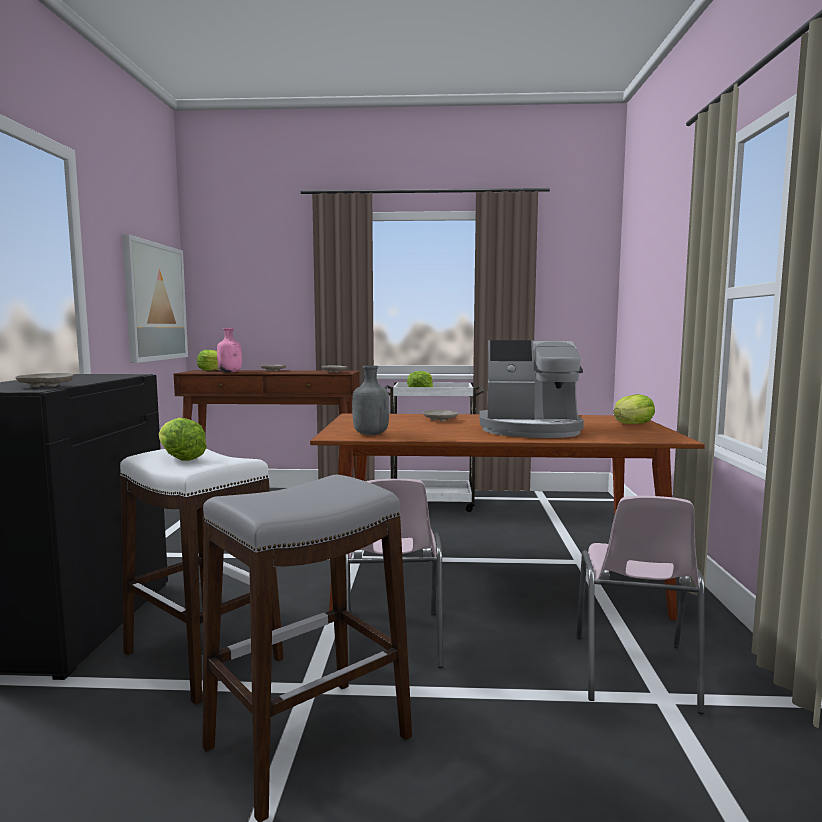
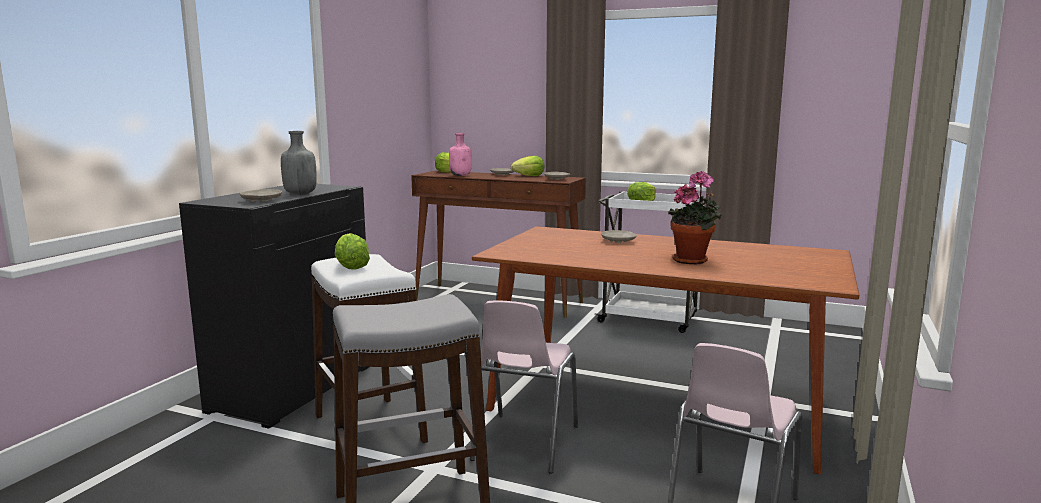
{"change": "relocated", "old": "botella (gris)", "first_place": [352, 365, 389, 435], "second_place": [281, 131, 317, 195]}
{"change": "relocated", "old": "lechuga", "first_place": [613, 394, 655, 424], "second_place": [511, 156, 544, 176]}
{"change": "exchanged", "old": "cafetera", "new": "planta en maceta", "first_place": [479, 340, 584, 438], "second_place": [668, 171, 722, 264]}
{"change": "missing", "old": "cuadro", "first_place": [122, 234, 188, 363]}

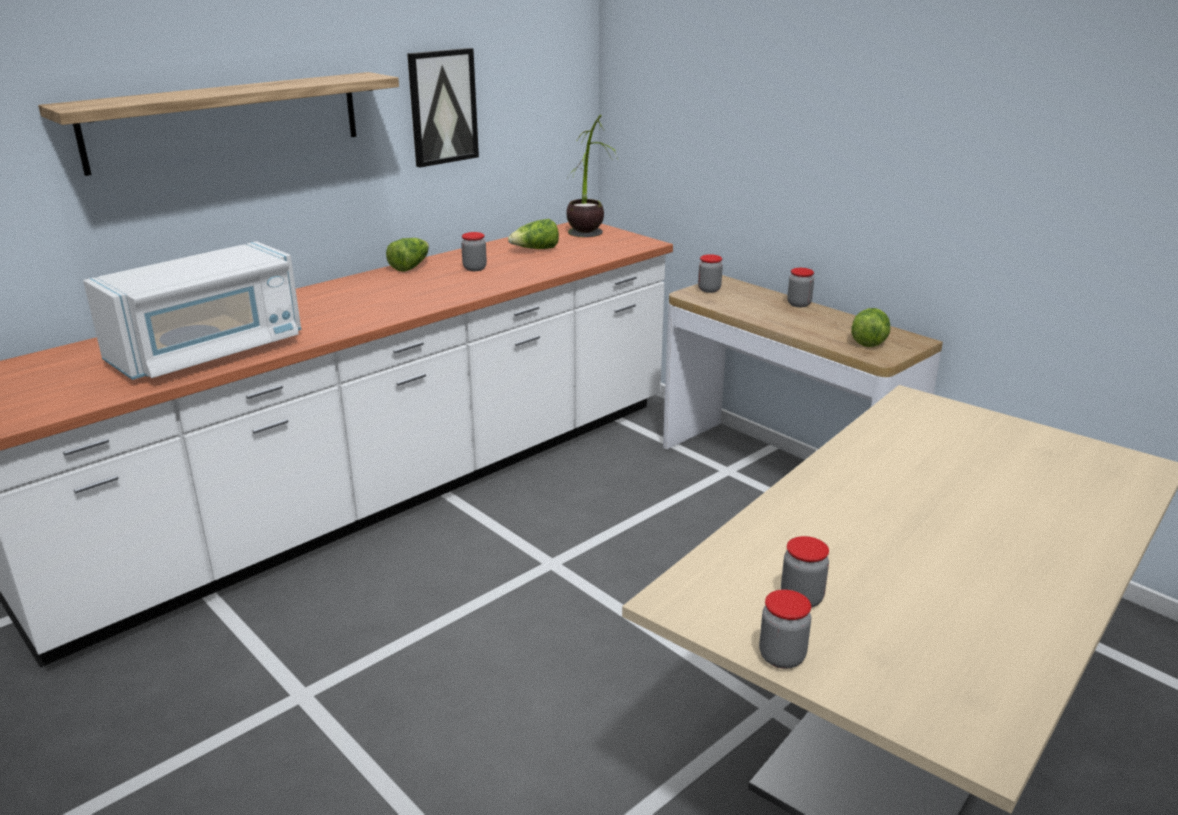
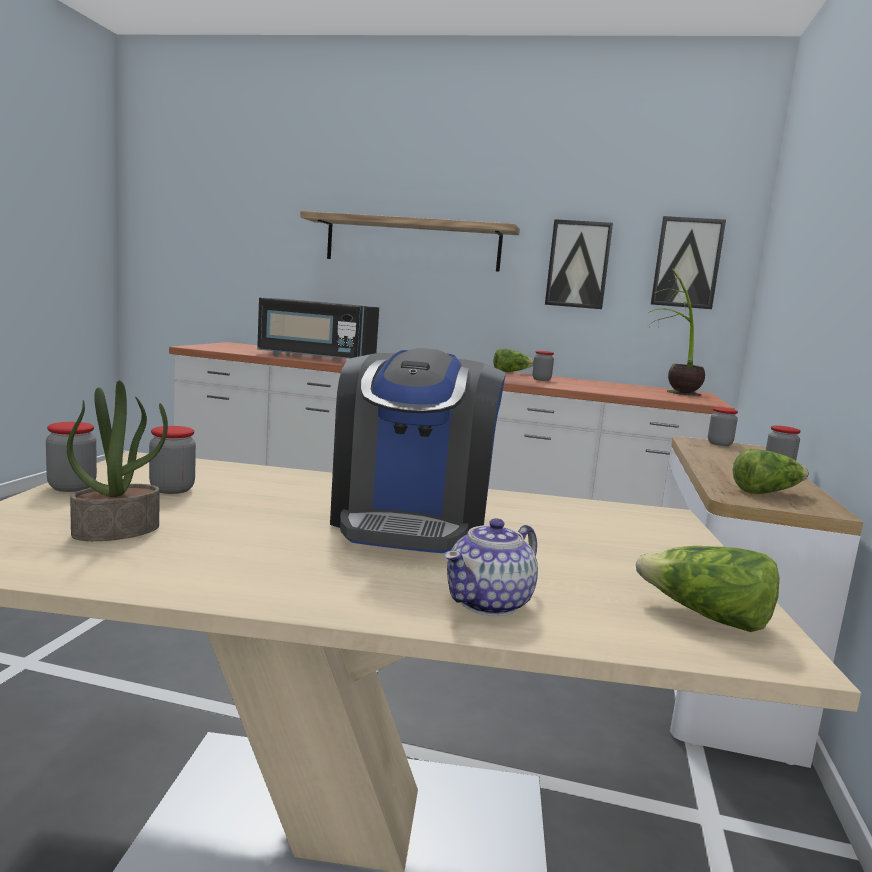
{"change": "appeared", "new": "planta en maceta", "second_place": [67, 380, 168, 541]}
{"change": "colour", "old": "microondas (blanco)", "new": "microondas (negro)", "first_place": [83, 241, 302, 380], "second_place": [257, 298, 379, 359]}
{"change": "appeared", "new": "cafetera", "second_place": [330, 348, 506, 553]}
{"change": "appeared", "new": "tetera", "second_place": [444, 518, 538, 616]}
{"change": "relocated", "old": "lechuga", "first_place": [508, 219, 559, 249], "second_place": [636, 546, 780, 632]}
{"change": "appeared", "new": "cuadro", "second_place": [651, 216, 726, 309]}

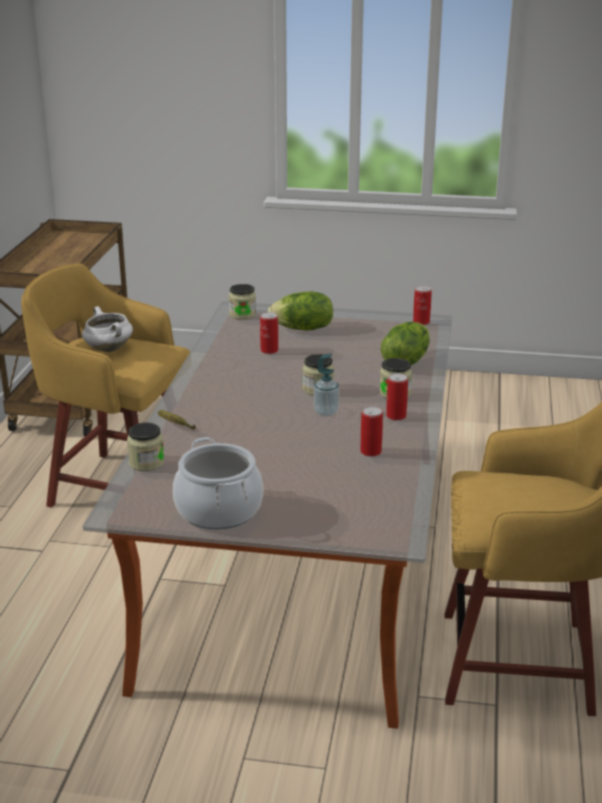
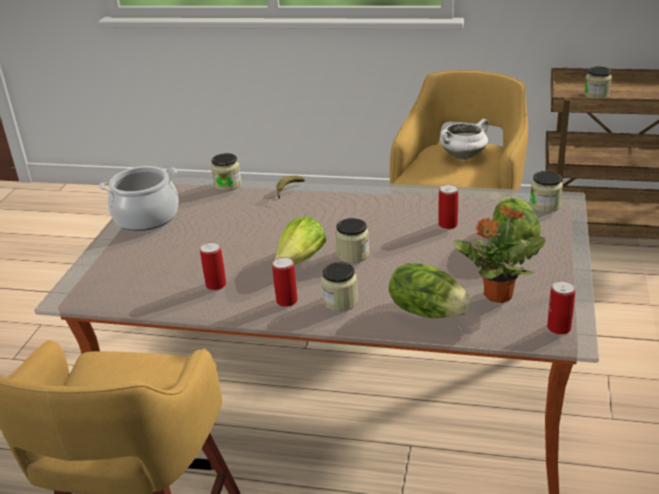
{"change": "exchanged", "old": "dispensador de jabón", "new": "lechuga", "first_place": [314, 354, 339, 417], "second_place": [275, 216, 326, 265]}
{"change": "appeared", "new": "planta en maceta", "second_place": [453, 205, 546, 303]}
{"change": "appeared", "new": "tarro", "second_place": [584, 66, 612, 98]}

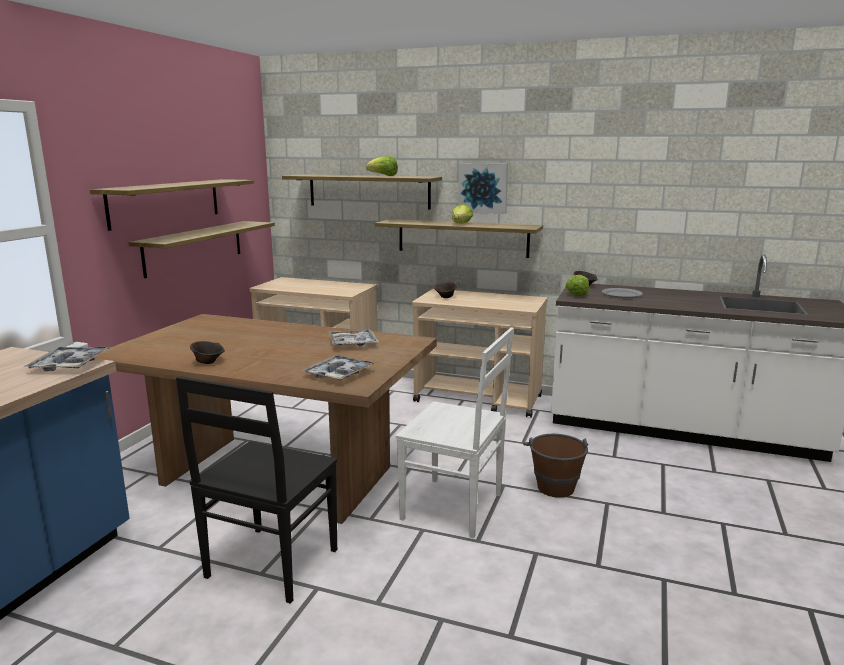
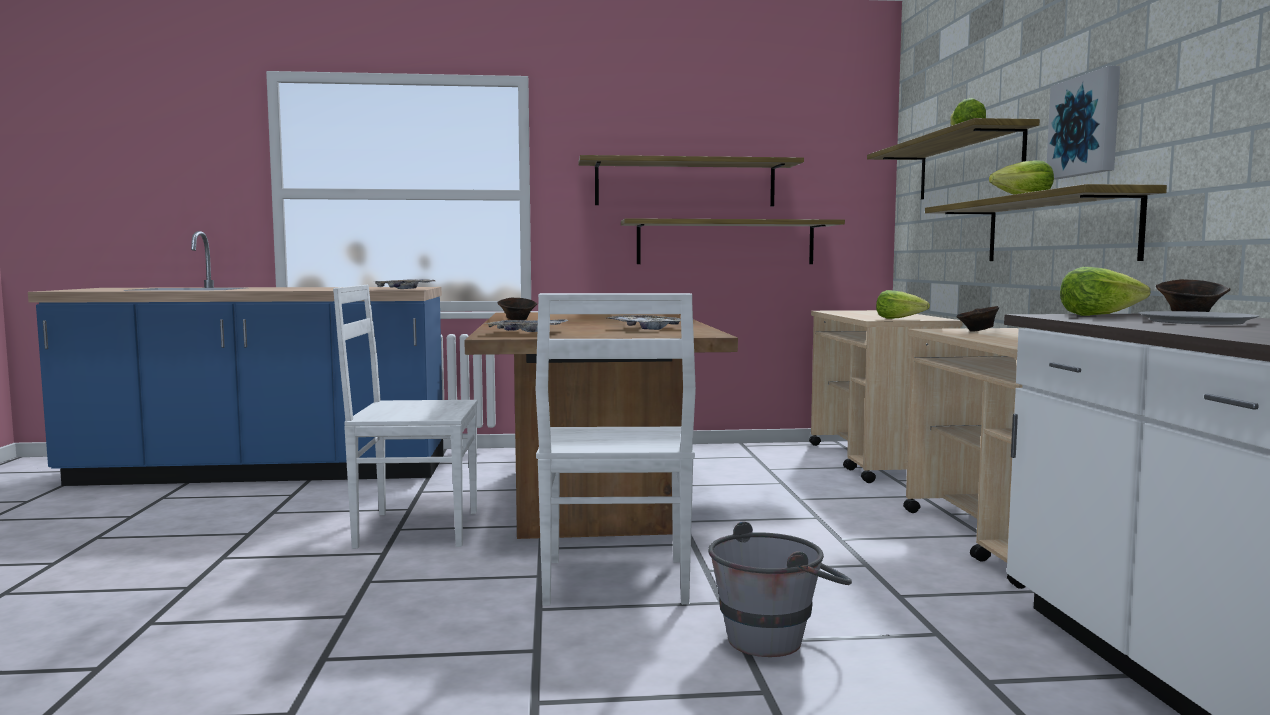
{"change": "colour", "old": "silla (negro)", "new": "silla (blanco)", "first_place": [176, 376, 337, 604], "second_place": [333, 285, 478, 549]}
{"change": "colour", "old": "cubo (marrón)", "new": "cubo (gris)", "first_place": [523, 434, 588, 498], "second_place": [708, 521, 852, 657]}
{"change": "appeared", "new": "lechuga", "second_place": [876, 290, 930, 319]}

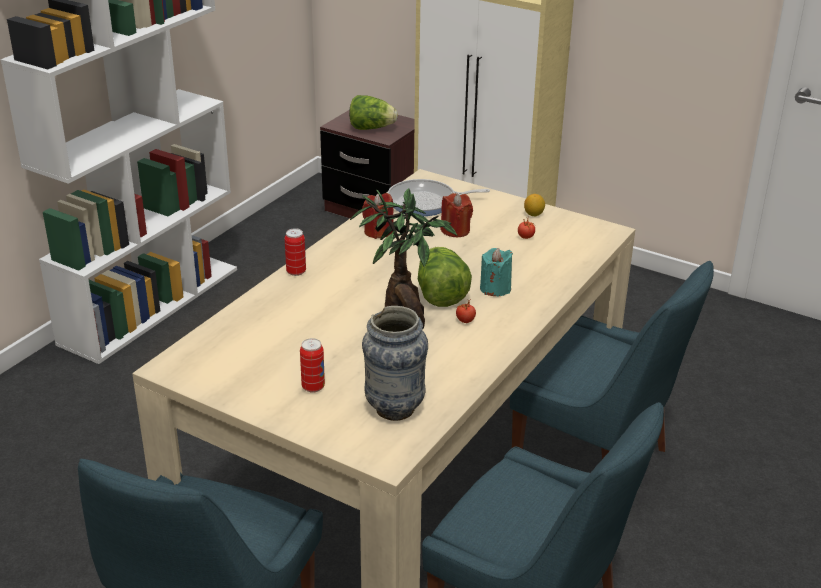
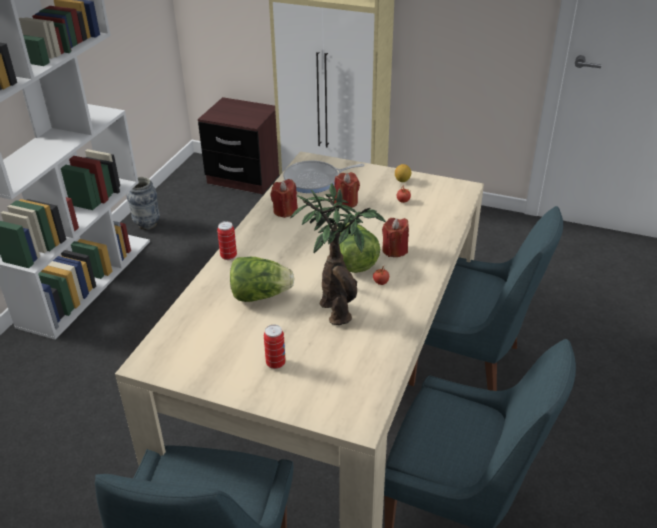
{"change": "relocated", "old": "florero", "first_place": [362, 306, 428, 421], "second_place": [126, 177, 160, 230]}
{"change": "relocated", "old": "lechuga", "first_place": [349, 95, 398, 130], "second_place": [230, 257, 294, 302]}
{"change": "colour", "old": "vela (turquesa)", "new": "vela (rojo)", "first_place": [480, 248, 513, 296], "second_place": [382, 218, 409, 257]}

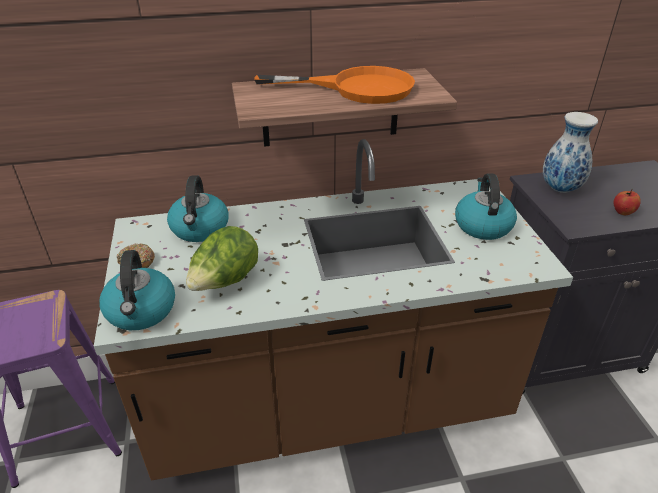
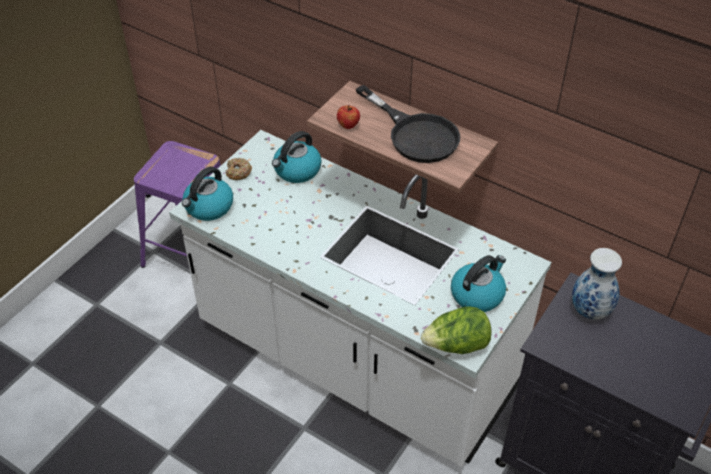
{"change": "colour", "old": "mueble bajo de cocina (marrón)", "new": "mueble bajo de cocina (blanco)", "first_place": [94, 139, 573, 481], "second_place": [169, 130, 551, 467]}
{"change": "relocated", "old": "manzana", "first_place": [613, 189, 641, 215], "second_place": [337, 105, 360, 129]}
{"change": "colour", "old": "sartén (naranja)", "new": "sartén (negro)", "first_place": [254, 66, 415, 104], "second_place": [356, 85, 460, 163]}
{"change": "relocated", "old": "lechuga", "first_place": [186, 226, 258, 291], "second_place": [421, 306, 492, 354]}

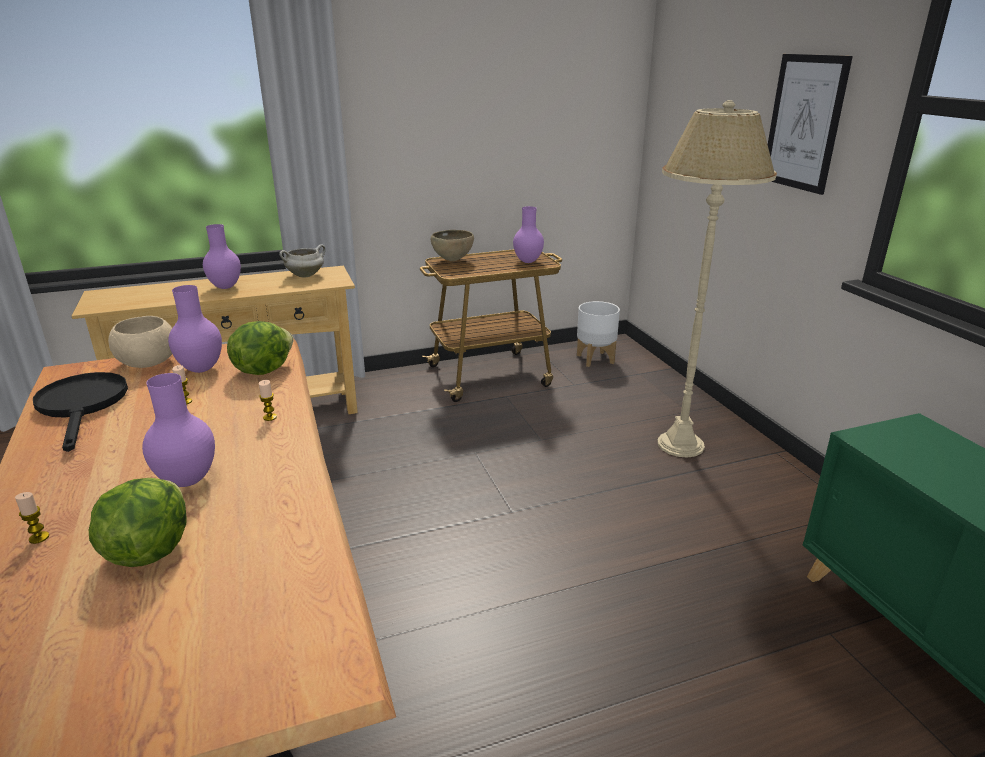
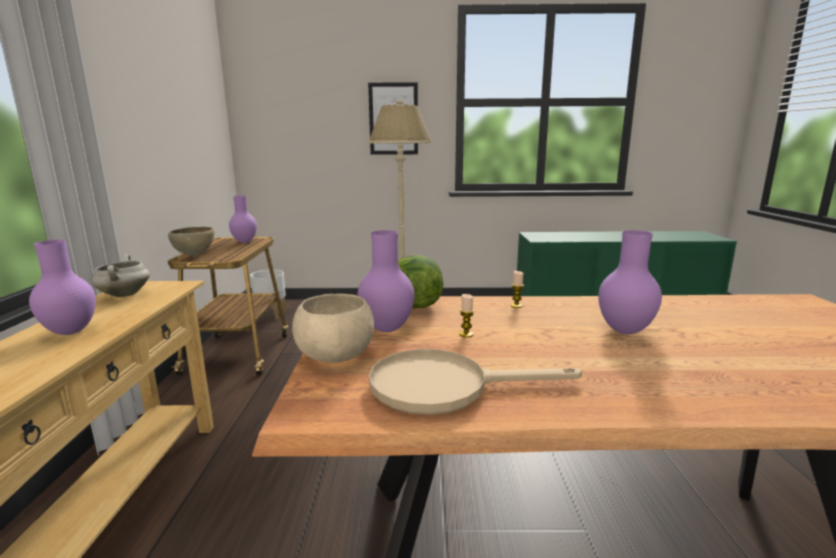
{"change": "colour", "old": "sartén (negro)", "new": "sartén (beis)", "first_place": [33, 372, 128, 452], "second_place": [369, 349, 582, 415]}
{"change": "missing", "old": "vela", "first_place": [15, 492, 49, 544]}
{"change": "missing", "old": "lechuga", "first_place": [89, 478, 187, 567]}

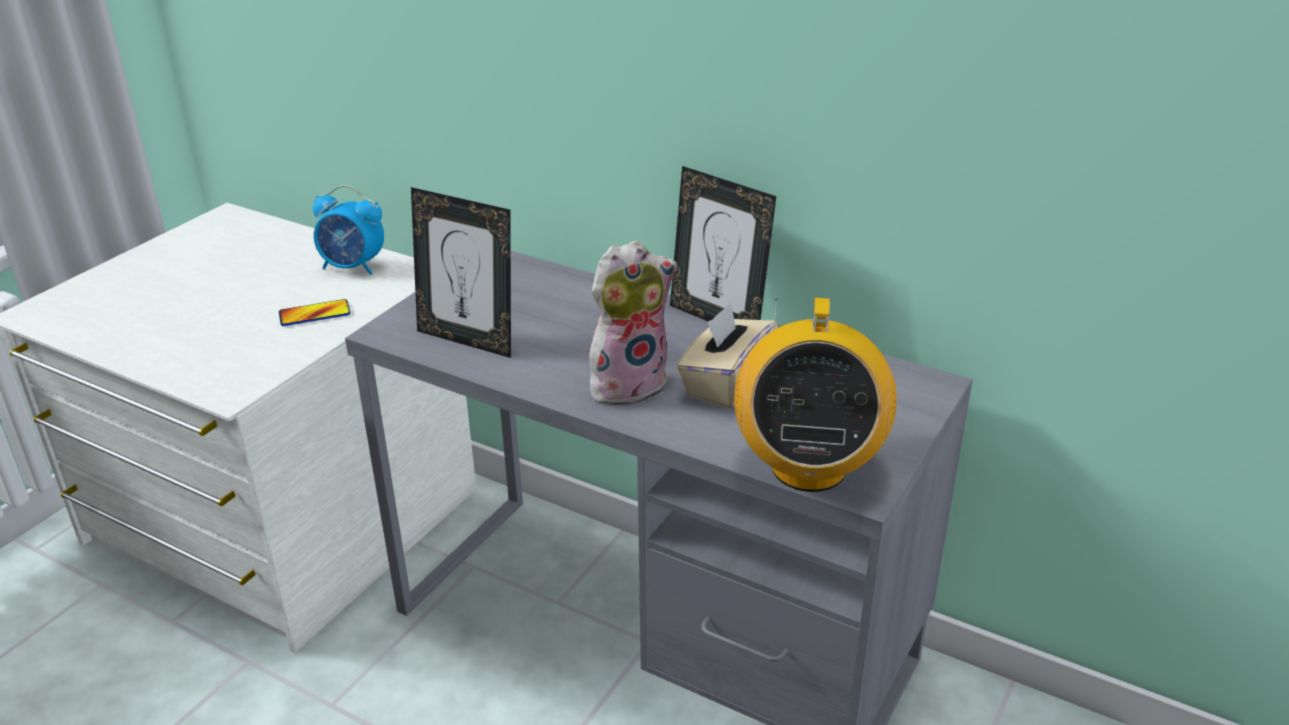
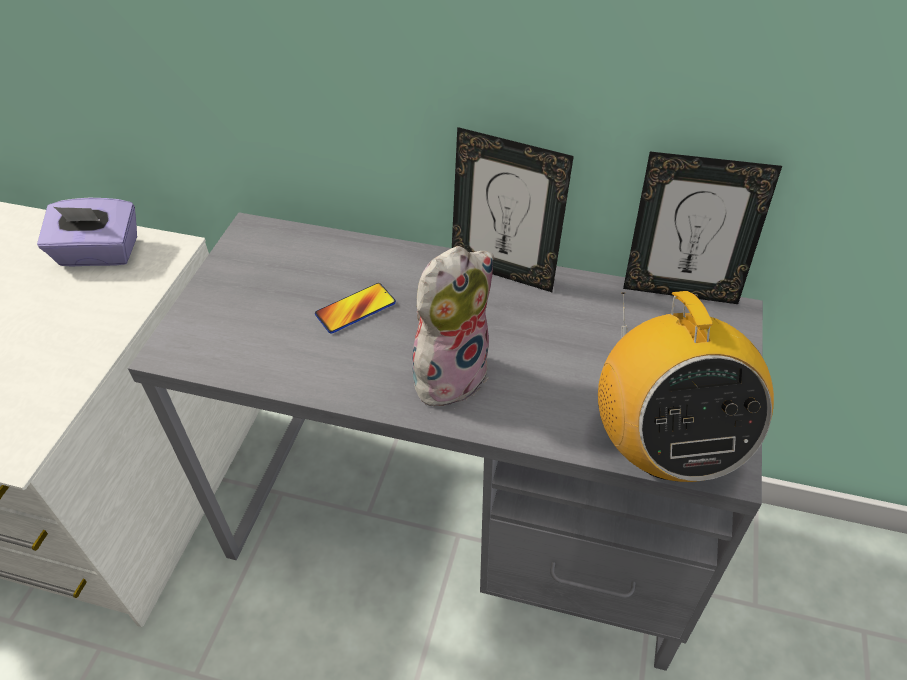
{"change": "exchanged", "old": "despertador", "new": "caja de pañuelos (morado)", "first_place": [313, 185, 384, 275], "second_place": [37, 198, 137, 266]}
{"change": "relocated", "old": "móvil", "first_place": [279, 299, 350, 326], "second_place": [315, 283, 396, 334]}
{"change": "relocated", "old": "portarretratos", "first_place": [411, 187, 511, 358], "second_place": [623, 152, 782, 304]}
{"change": "missing", "old": "caja de pañuelos (beis)", "first_place": [677, 303, 778, 409]}

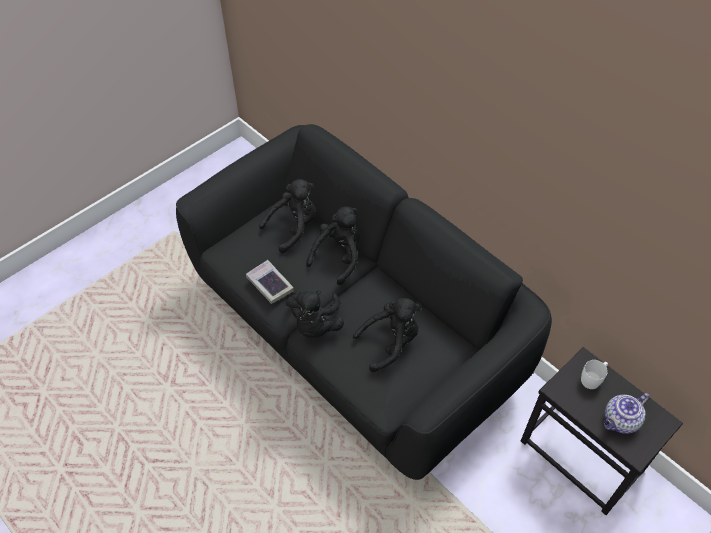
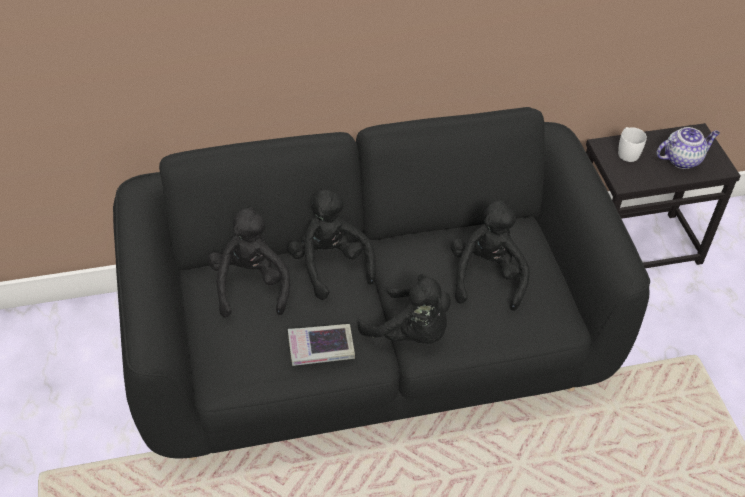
{"change": "spun", "old": "tetera", "first_place": [604, 393, 650, 434], "second_place": [656, 127, 720, 169], "degrees": -105}

